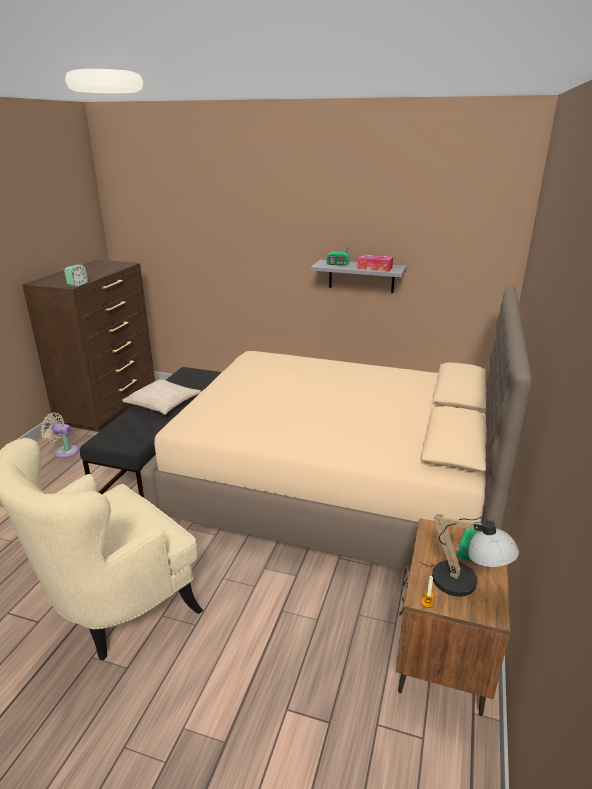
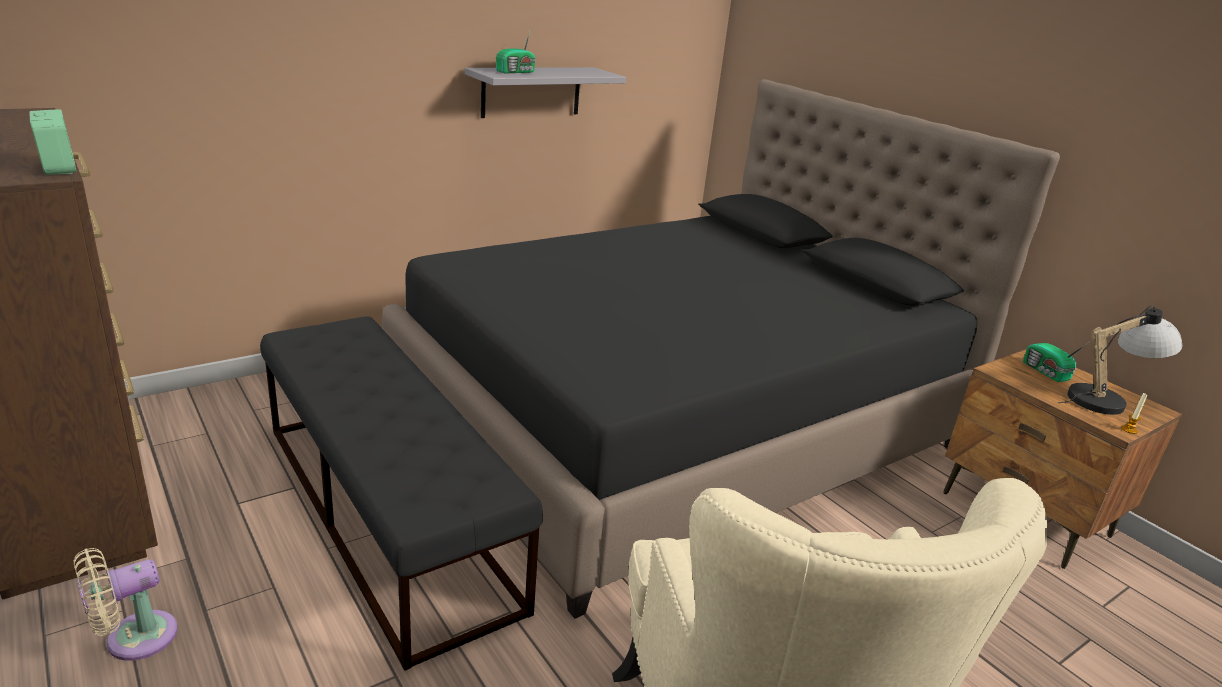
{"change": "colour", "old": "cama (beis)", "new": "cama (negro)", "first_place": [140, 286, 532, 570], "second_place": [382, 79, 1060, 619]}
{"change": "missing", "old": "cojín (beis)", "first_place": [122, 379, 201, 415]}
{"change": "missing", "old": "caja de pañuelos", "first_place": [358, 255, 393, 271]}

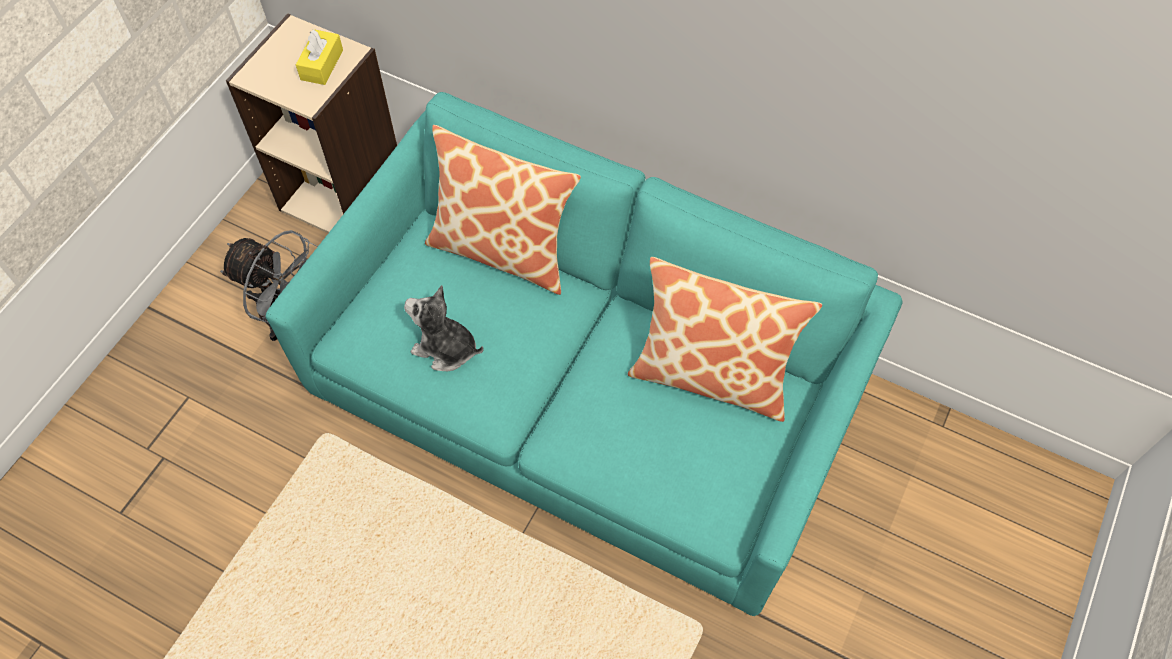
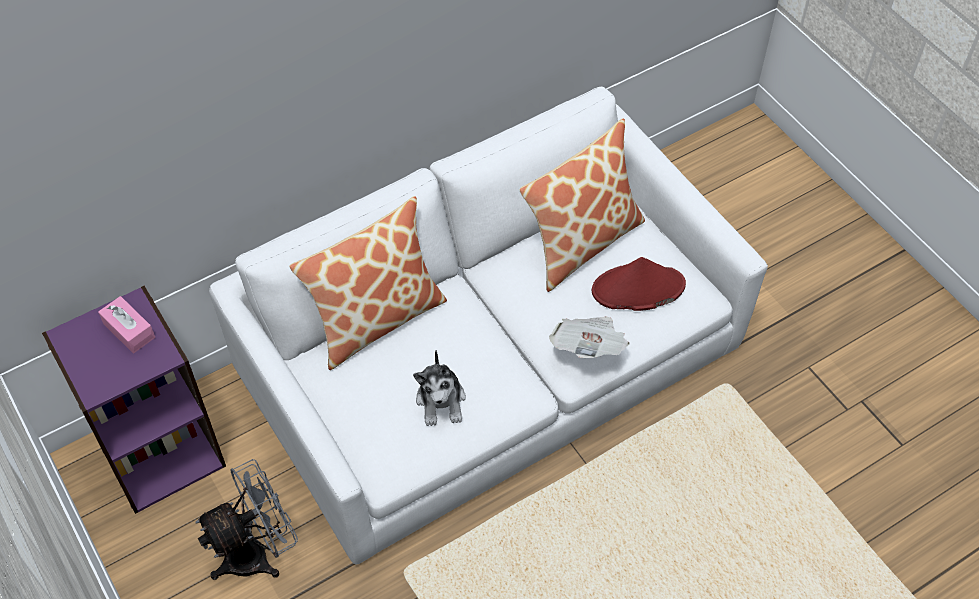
{"change": "colour", "old": "estantería (beis)", "new": "estantería (morado)", "first_place": [226, 14, 397, 233], "second_place": [42, 286, 226, 514]}
{"change": "colour", "old": "caja de pañuelos (amarillo)", "new": "caja de pañuelos (rosa)", "first_place": [296, 30, 343, 85], "second_place": [98, 296, 155, 353]}
{"change": "colour", "old": "sofá (turquesa)", "new": "sofá (blanco)", "first_place": [266, 92, 903, 616], "second_place": [209, 87, 768, 565]}
{"change": "spun", "old": "peluche", "first_place": [404, 285, 484, 371], "second_place": [413, 350, 466, 426], "degrees": -60}
{"change": "appeared", "new": "periódico", "second_place": [549, 316, 630, 358]}
{"change": "appeared", "new": "sombrero (rojo)", "second_place": [592, 257, 686, 311]}

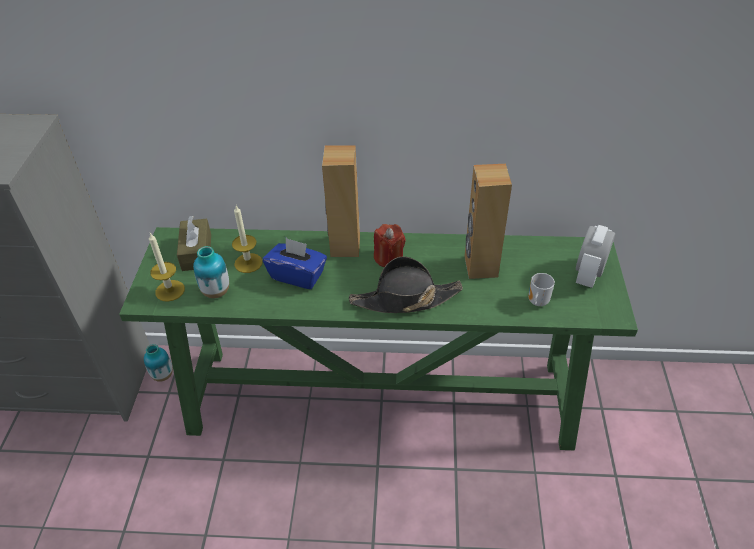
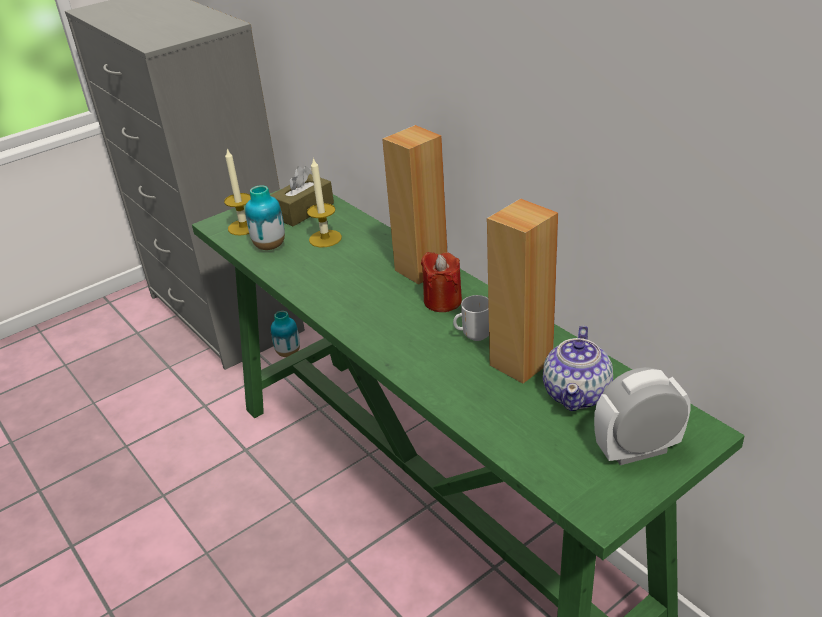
{"change": "relocated", "old": "taza grande", "first_place": [528, 273, 555, 306], "second_place": [453, 295, 489, 341]}
{"change": "appeared", "new": "tetera", "second_place": [543, 325, 613, 411]}
{"change": "missing", "old": "caja de pañuelos (azul)", "first_place": [263, 238, 327, 289]}
{"change": "missing", "old": "sombrero (negro)", "first_place": [349, 256, 463, 313]}

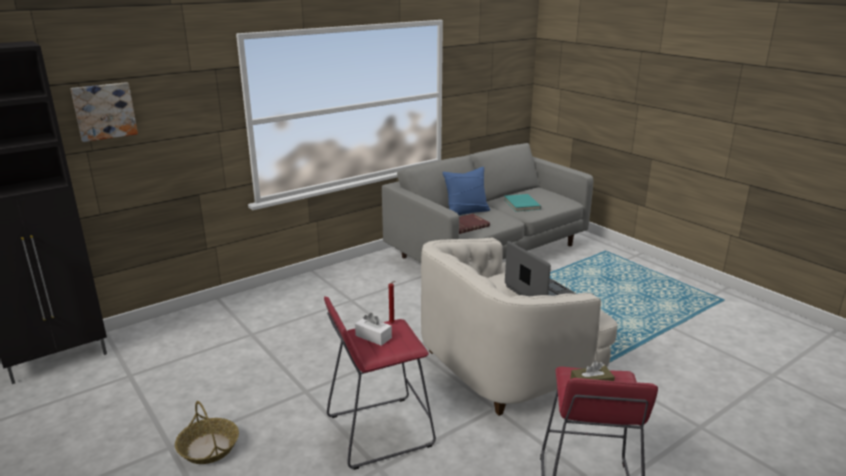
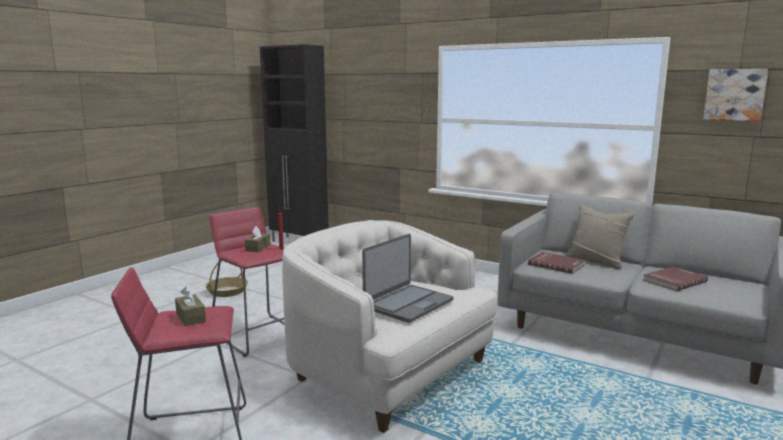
{"change": "colour", "old": "caja de pañuelos (blanco)", "new": "caja de pañuelos (marrón)", "first_place": [355, 313, 392, 346], "second_place": [245, 226, 271, 252]}
{"change": "colour", "old": "cojín (azul)", "new": "cojín (beis)", "first_place": [442, 167, 490, 215], "second_place": [566, 205, 634, 269]}
{"change": "colour", "old": "libro (turquesa)", "new": "libro (rojo)", "first_place": [504, 194, 541, 212], "second_place": [643, 267, 708, 291]}
{"change": "relocated", "old": "cuadro", "first_place": [70, 82, 138, 142], "second_place": [703, 69, 768, 121]}

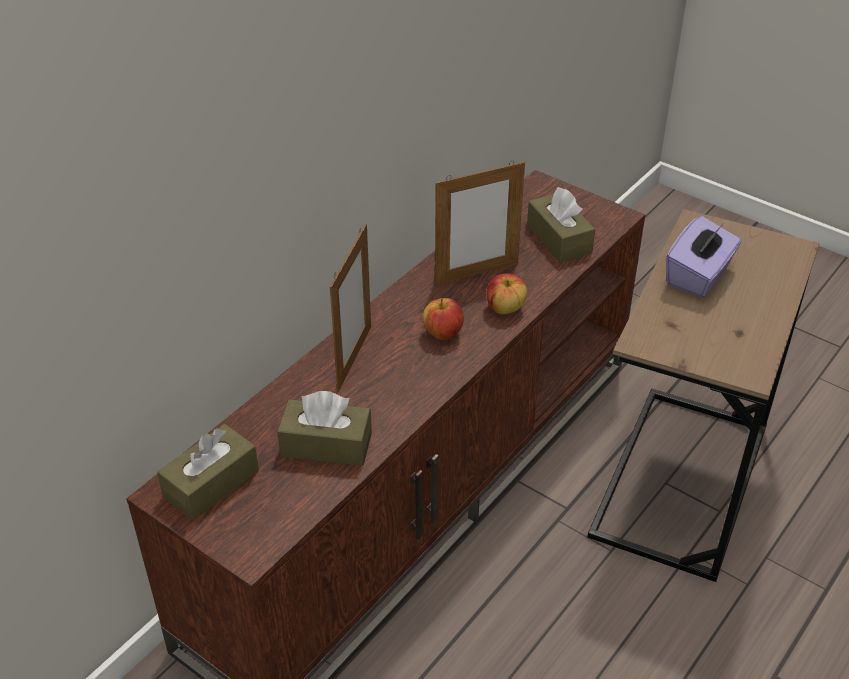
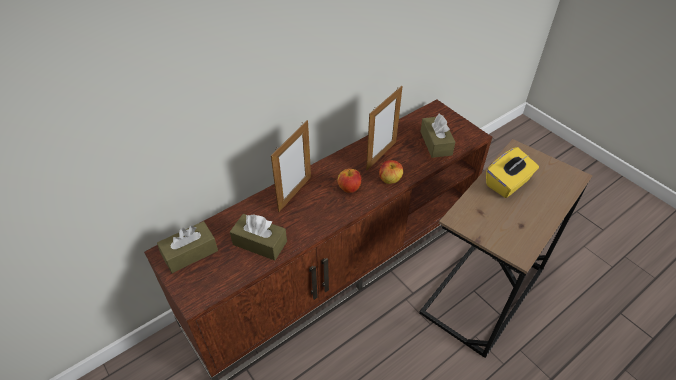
{"change": "spun", "old": "portarretratos", "first_place": [435, 161, 525, 285], "second_place": [366, 86, 402, 171], "degrees": -45}
{"change": "colour", "old": "caja de pañuelos (morado)", "new": "caja de pañuelos (amarillo)", "first_place": [666, 216, 741, 298], "second_place": [486, 147, 539, 198]}

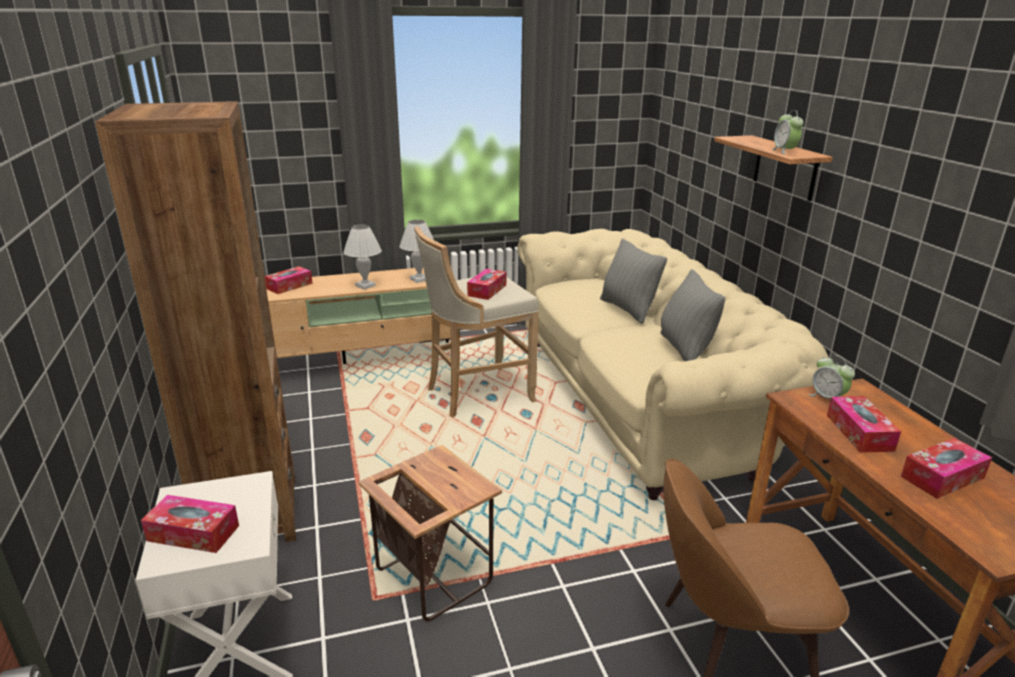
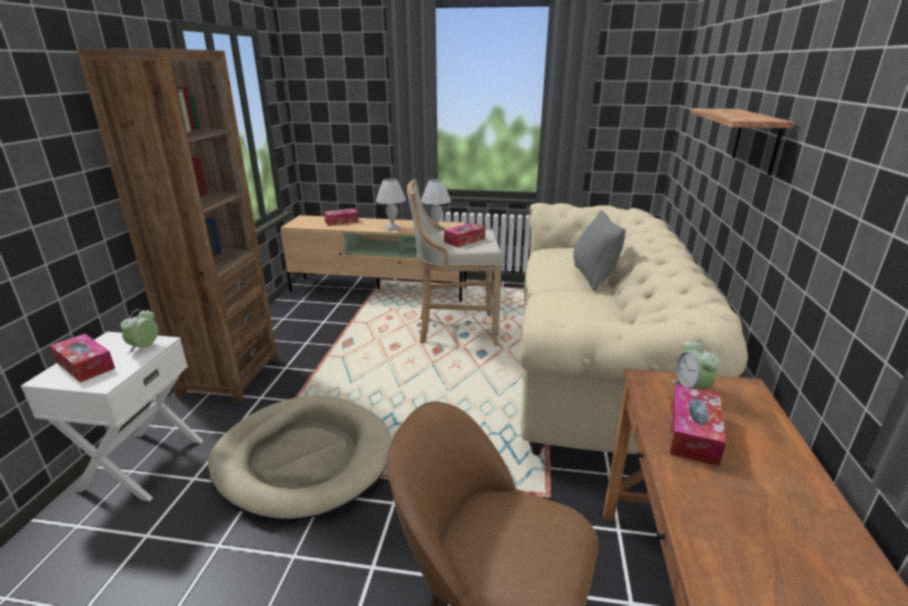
{"change": "relocated", "old": "despertador", "first_place": [771, 110, 804, 154], "second_place": [121, 309, 158, 354]}
{"change": "exchanged", "old": "mesa auxiliar", "new": "cama para perro (beis)", "first_place": [359, 445, 502, 621], "second_place": [208, 396, 392, 521]}
{"change": "missing", "old": "cojín (gris)", "first_place": [660, 269, 726, 361]}
{"change": "missing", "old": "caja de pañuelos", "first_place": [901, 438, 992, 499]}

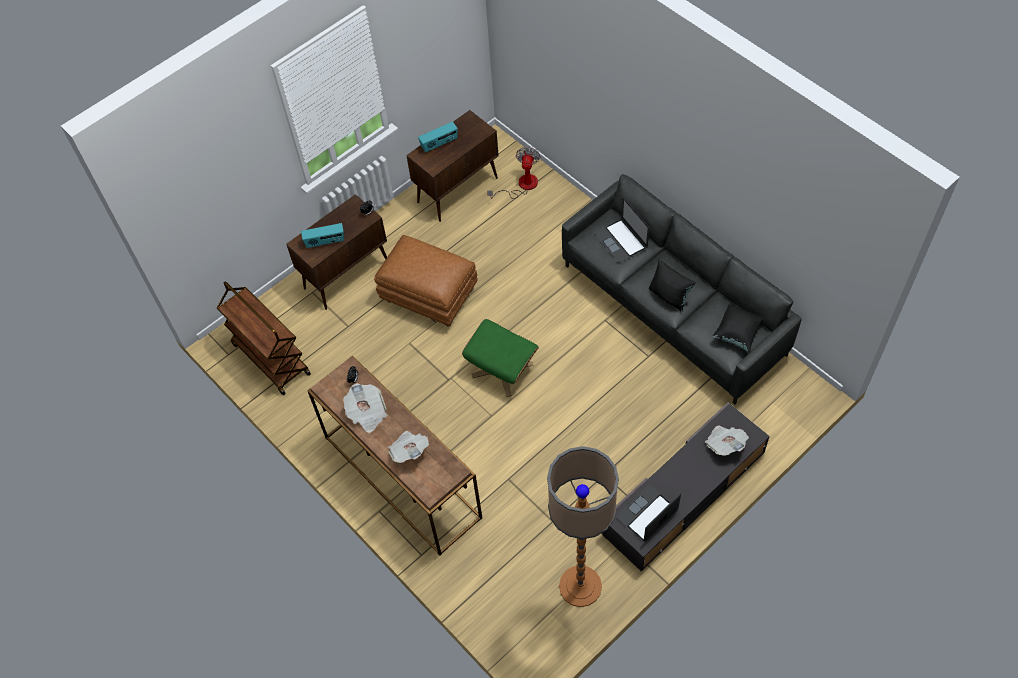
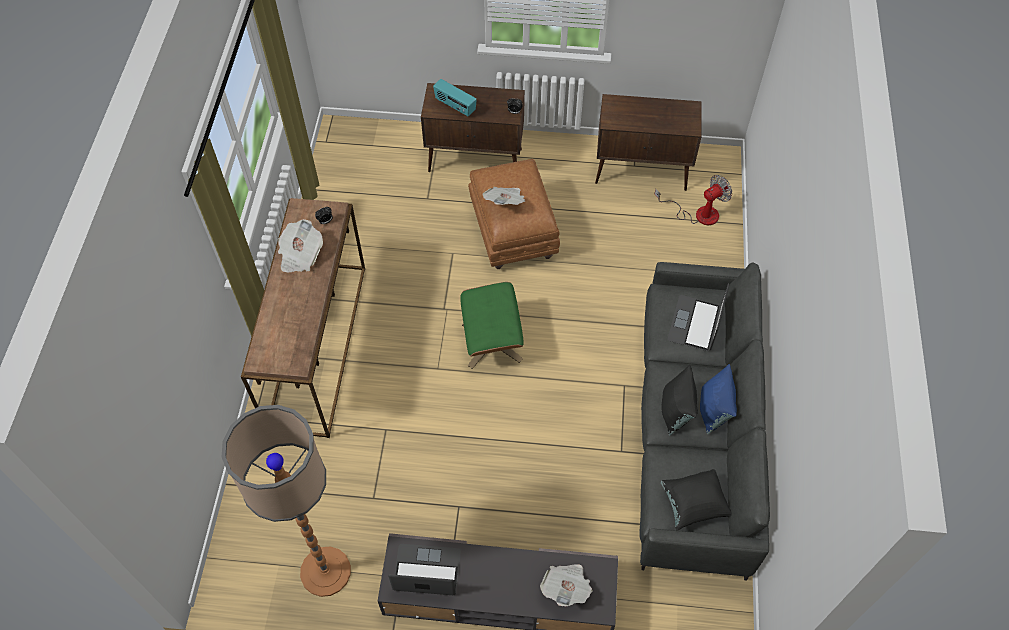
{"change": "relocated", "old": "periódico", "first_place": [388, 431, 429, 463], "second_place": [483, 187, 526, 205]}
{"change": "appeared", "new": "cojín (azul)", "second_place": [700, 364, 737, 435]}
{"change": "missing", "old": "carrito (marrón)", "first_place": [217, 281, 311, 395]}
{"change": "missing", "old": "radio", "first_place": [418, 122, 458, 152]}

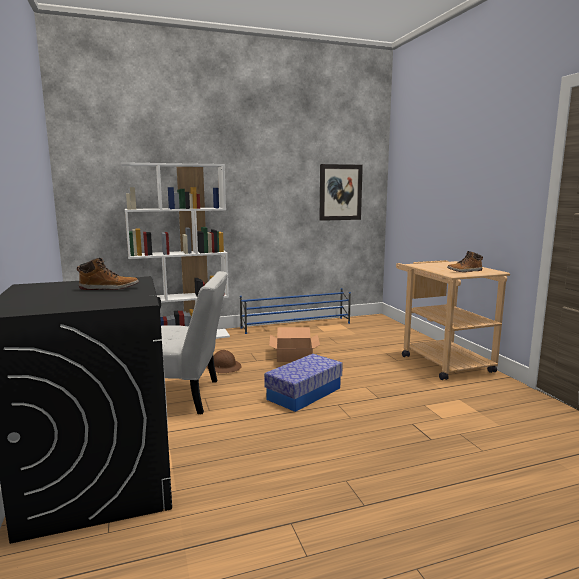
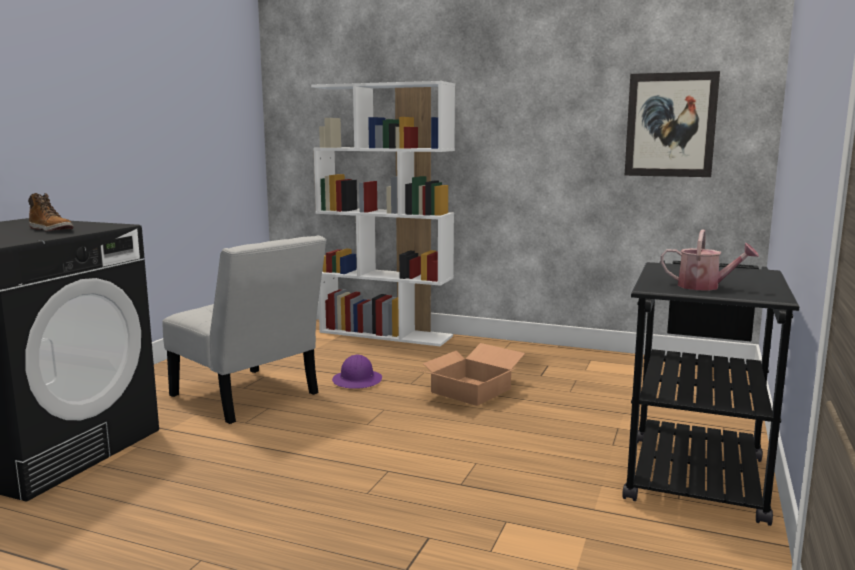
{"change": "colour", "old": "casco (marrón)", "new": "casco (morado)", "first_place": [207, 350, 242, 373], "second_place": [332, 354, 382, 389]}
{"change": "colour", "old": "carrito (beis)", "new": "carrito (negro)", "first_place": [396, 260, 510, 380], "second_place": [622, 260, 799, 526]}
{"change": "exchanged", "old": "bota", "new": "regadera", "first_place": [447, 251, 483, 272], "second_place": [661, 230, 759, 291]}
{"change": "missing", "old": "zapatero (azul)", "first_place": [240, 288, 351, 334]}
{"change": "missing", "old": "caja de almacenaje", "first_place": [264, 354, 343, 412]}

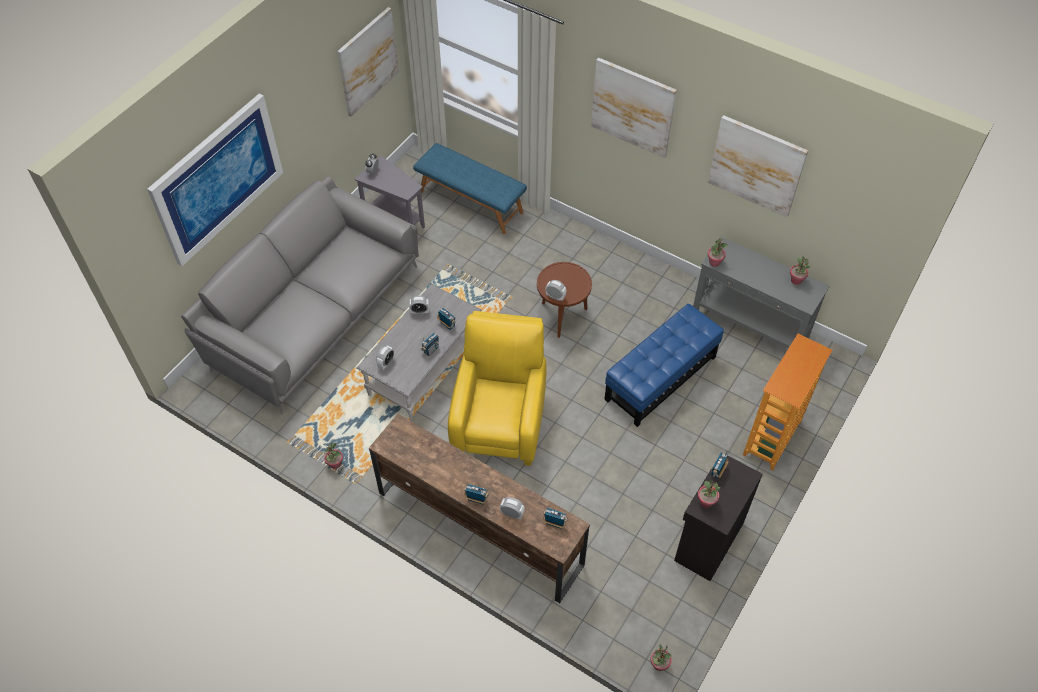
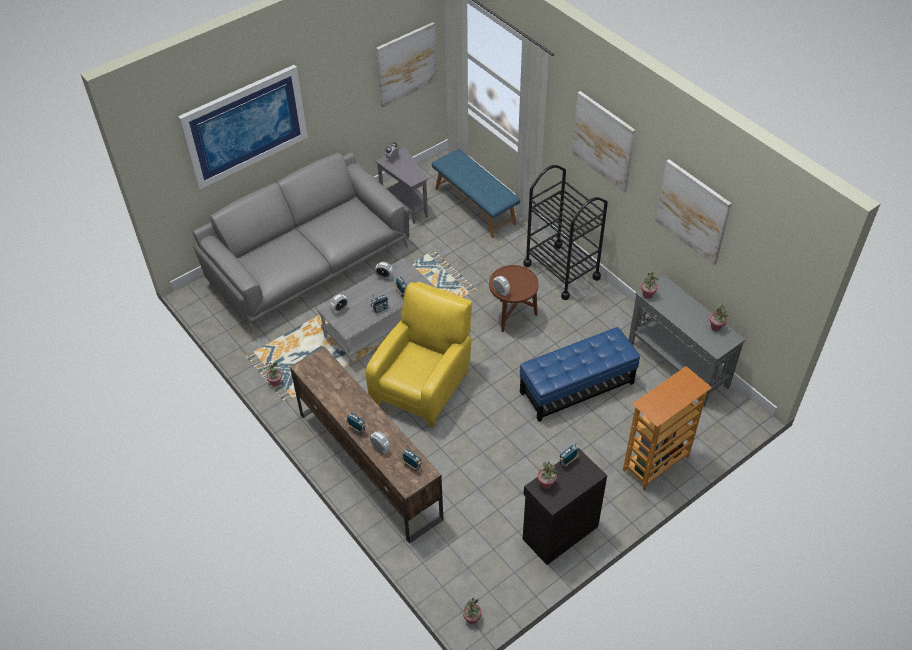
{"change": "appeared", "new": "carrito (negro)", "second_place": [523, 165, 608, 300]}

